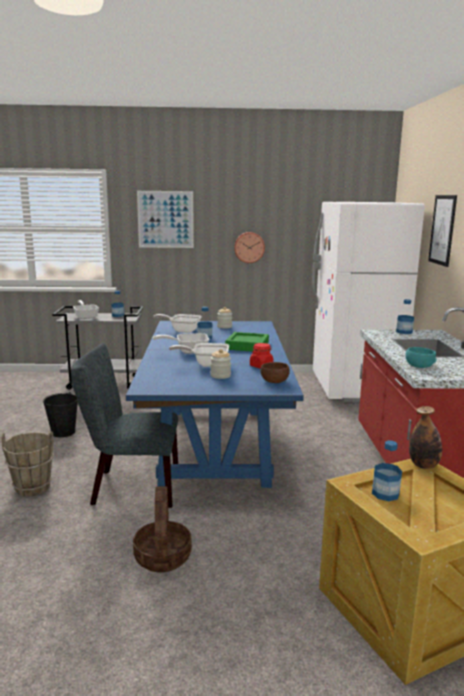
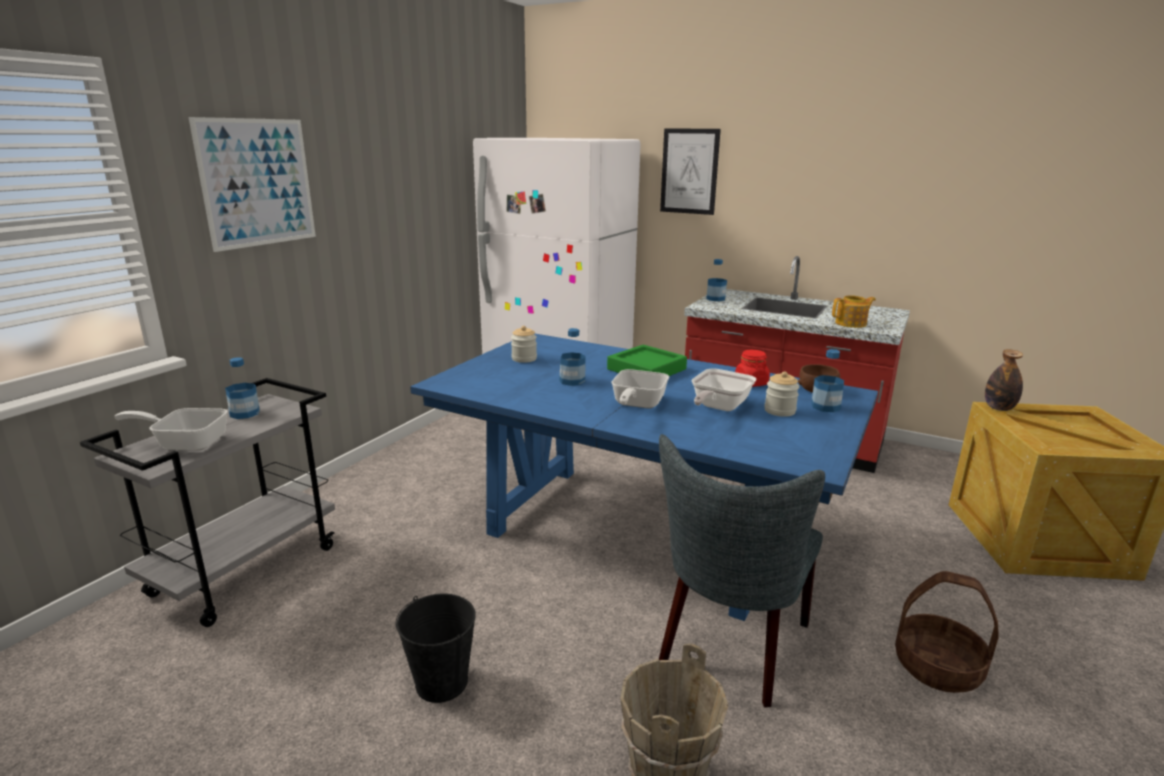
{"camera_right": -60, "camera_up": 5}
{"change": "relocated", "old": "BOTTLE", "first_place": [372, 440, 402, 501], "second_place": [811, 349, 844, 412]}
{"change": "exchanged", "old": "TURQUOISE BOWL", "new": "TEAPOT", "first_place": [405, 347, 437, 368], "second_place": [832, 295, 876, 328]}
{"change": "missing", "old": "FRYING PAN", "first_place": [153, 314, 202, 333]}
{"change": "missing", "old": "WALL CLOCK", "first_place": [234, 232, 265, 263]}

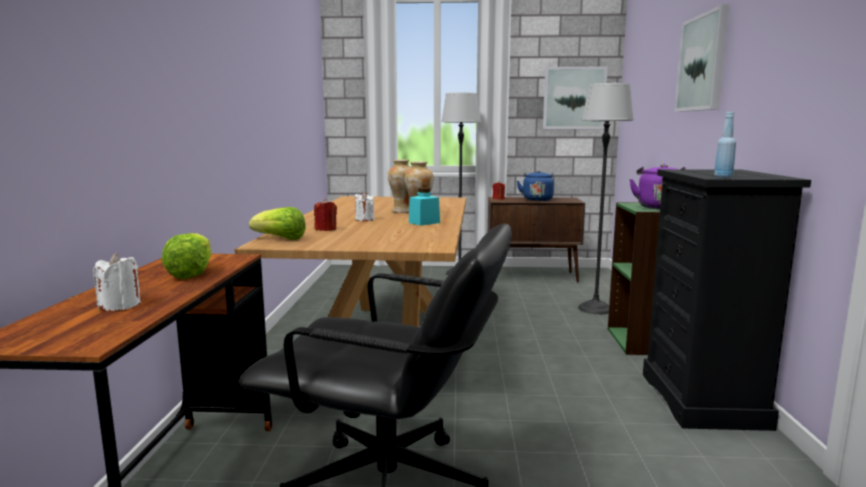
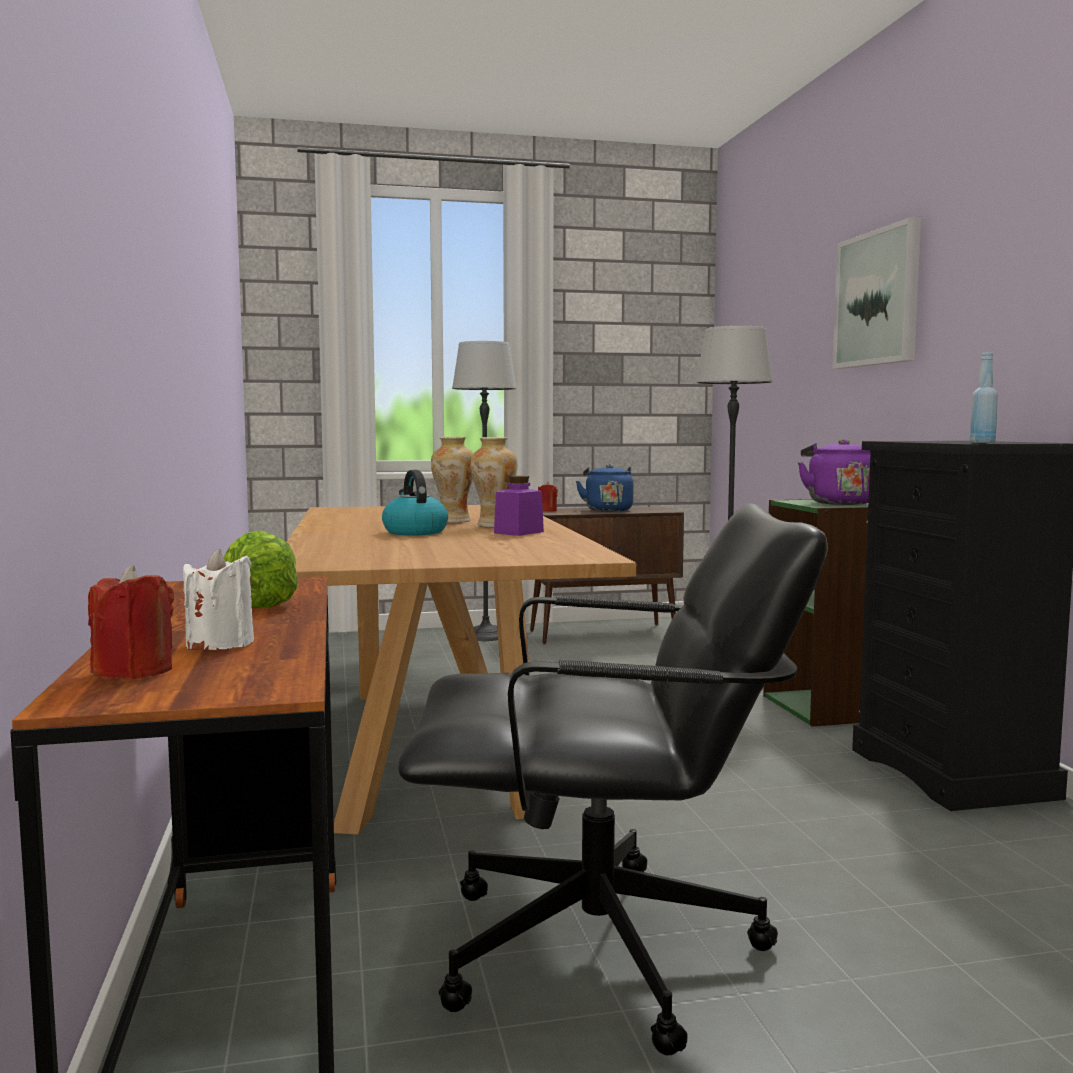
{"camera_right": -15, "camera_up": -5}
{"change": "relocated", "old": "RED CANDLE", "first_place": [314, 199, 337, 231], "second_place": [88, 564, 174, 679]}
{"change": "exchanged", "old": "WHITE CANDLE", "new": "KETTLE", "first_place": [355, 192, 374, 221], "second_place": [382, 470, 448, 535]}
{"change": "colour", "old": "TURQUOISE JAR", "new": "PURPLE JAR", "first_place": [409, 188, 440, 226], "second_place": [494, 476, 544, 536]}
{"change": "missing", "old": "LETTUCE", "first_place": [249, 207, 306, 240]}
{"change": "missing", "old": "PICTURE", "first_place": [543, 67, 608, 129]}

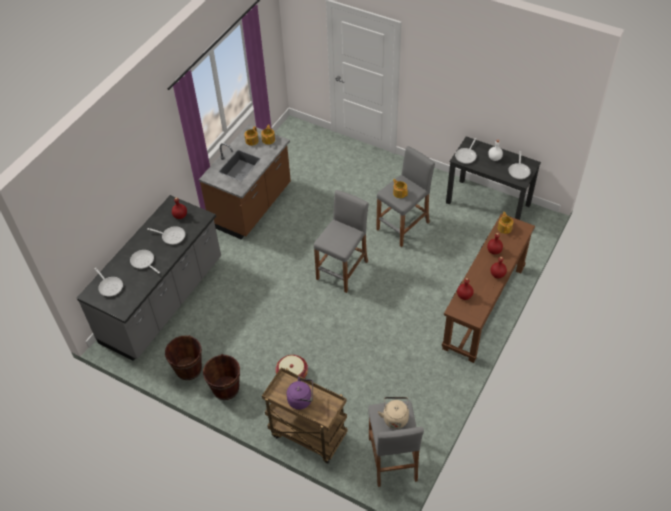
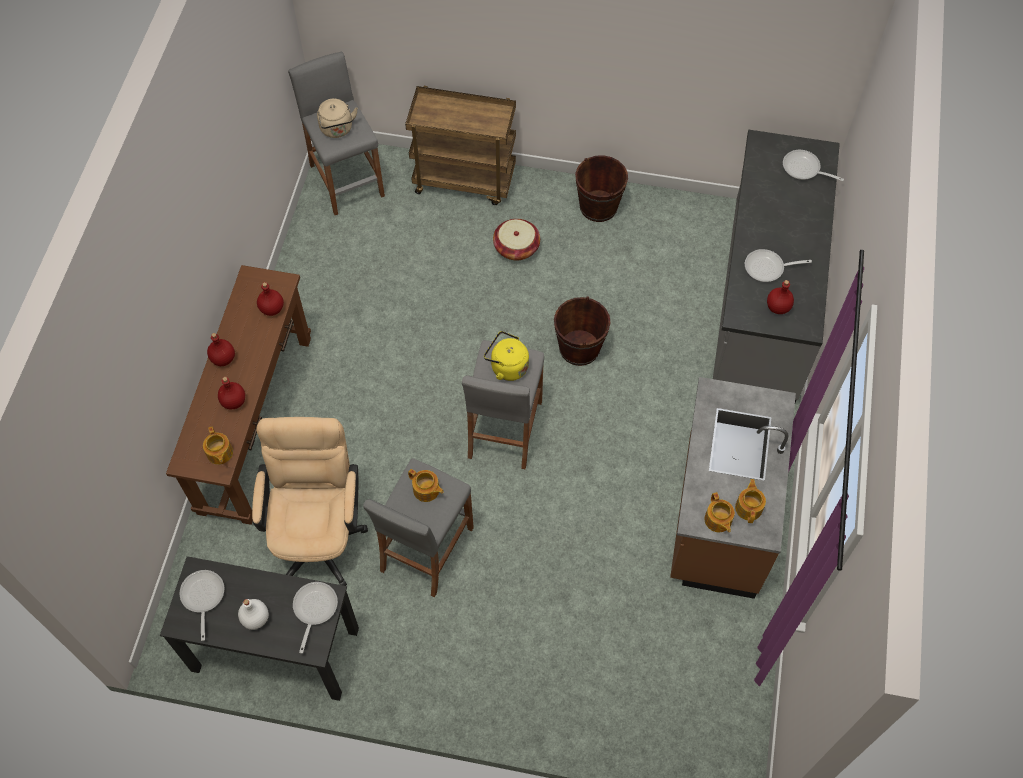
{"camera_right": 160, "camera_up": 10}
{"change": "appeared", "new": "BEIGE OFFICE CHAIR", "second_place": [252, 417, 368, 586]}
{"change": "appeared", "new": "YELLOW KETTLE", "second_place": [484, 331, 529, 381]}
{"change": "relocated", "old": "BROWN BUCKET", "first_place": [165, 335, 202, 380], "second_place": [554, 296, 610, 366]}
{"change": "missing", "old": "FRYING PAN", "first_place": [130, 250, 160, 274]}
{"change": "missing", "old": "PURPLE KETTLE", "first_place": [286, 377, 313, 410]}

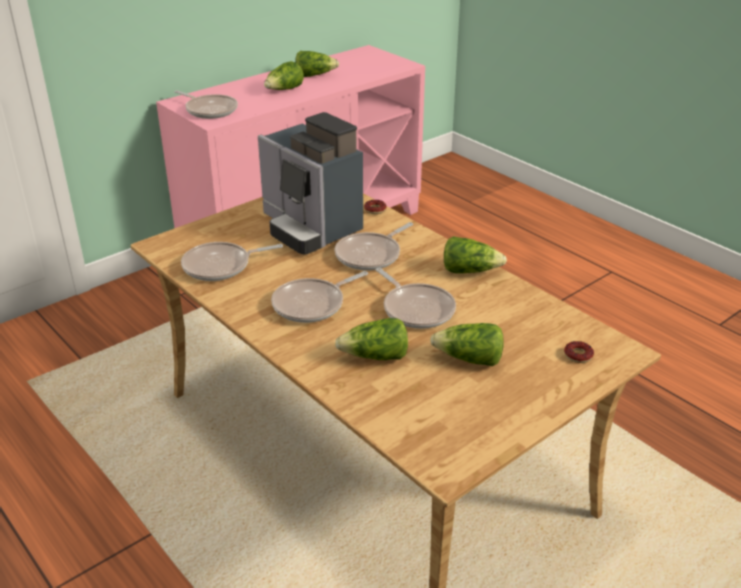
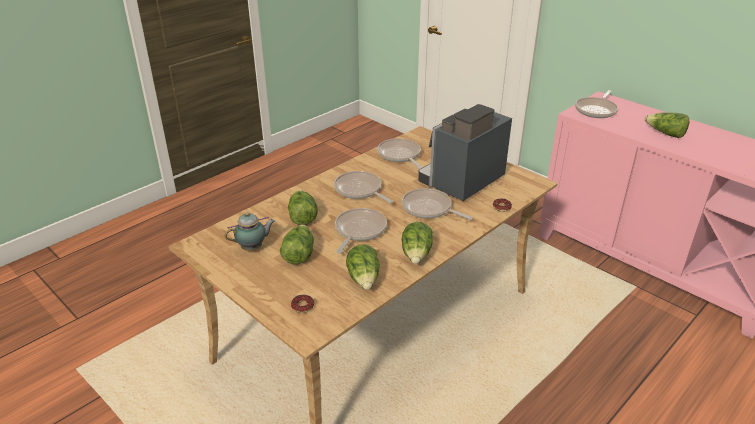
{"camera_right": 85, "camera_up": 0}
{"change": "appeared", "new": "TEAPOT", "second_place": [225, 212, 275, 251]}
{"change": "spun", "old": "FRYING PAN", "first_place": [376, 268, 456, 329], "second_place": [335, 208, 387, 254], "degrees": 150}
{"change": "relocated", "old": "LETTUCE", "first_place": [295, 51, 339, 77], "second_place": [346, 244, 380, 290]}

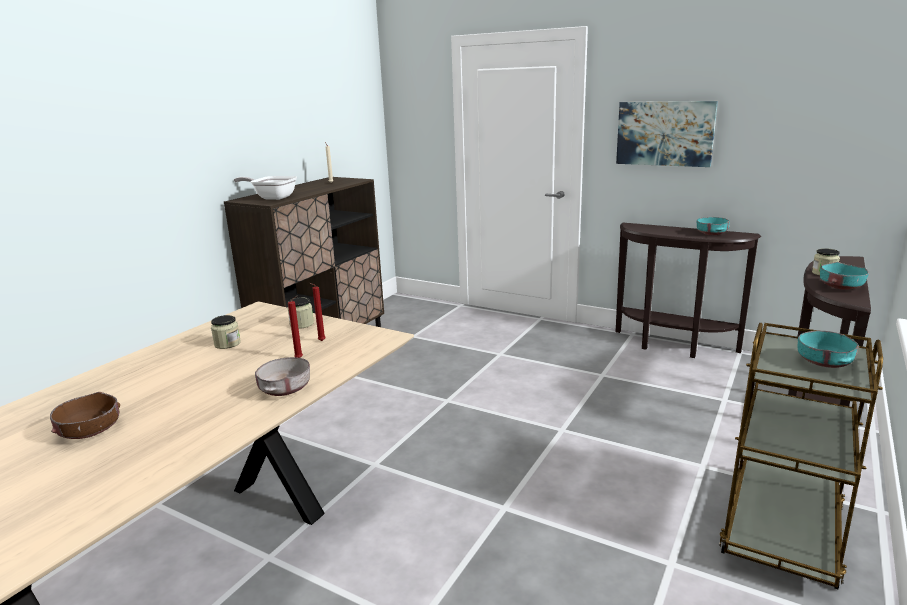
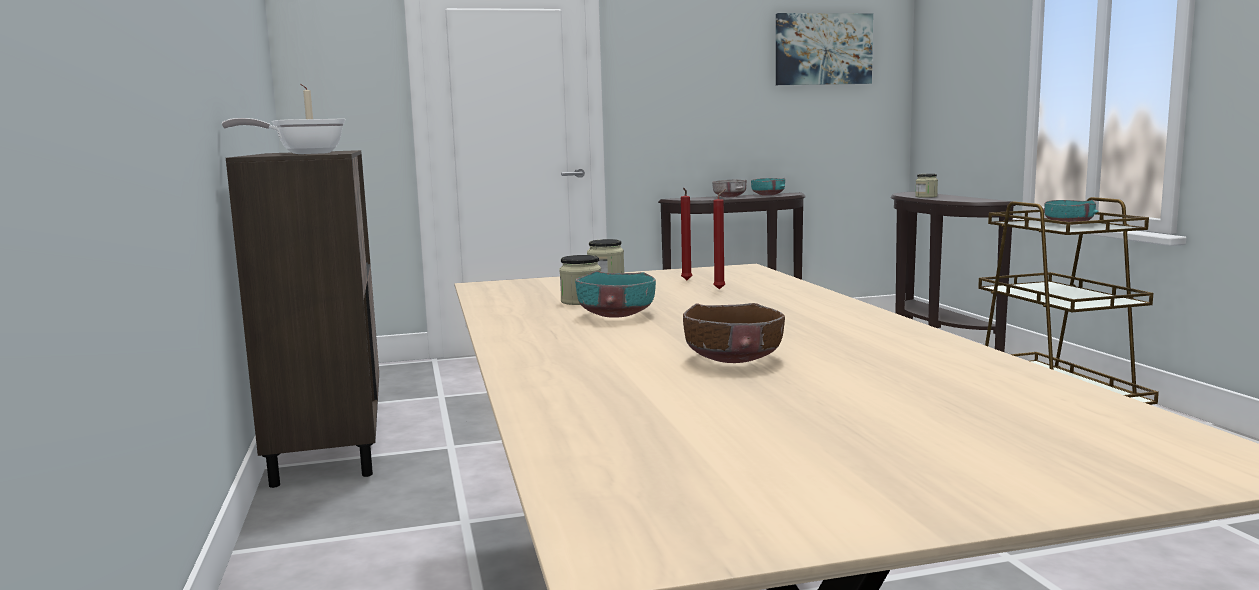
{"camera_right": -45, "camera_up": -10}
{"change": "relocated", "old": "TURQUOISE BOWL", "first_place": [820, 262, 869, 290], "second_place": [575, 271, 656, 318]}
{"change": "relocated", "old": "GREY BOWL", "first_place": [255, 357, 310, 396], "second_place": [712, 180, 747, 197]}
{"change": "relocated", "old": "PICTURE", "first_place": [616, 101, 718, 167], "second_place": [776, 13, 873, 85]}

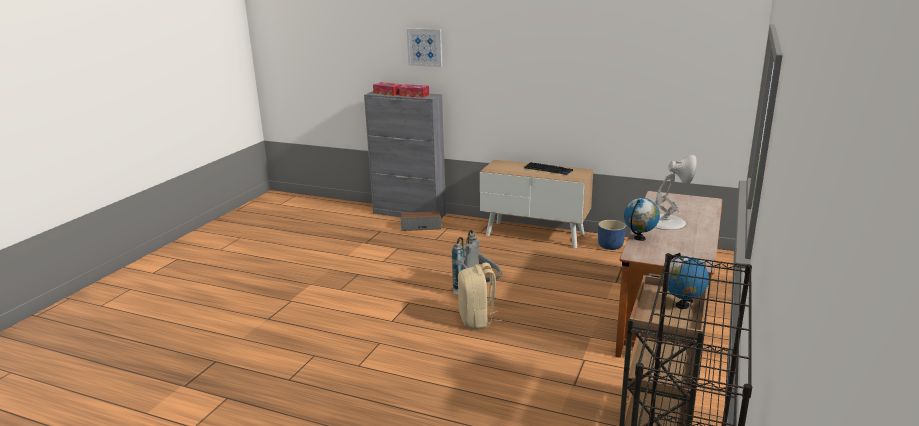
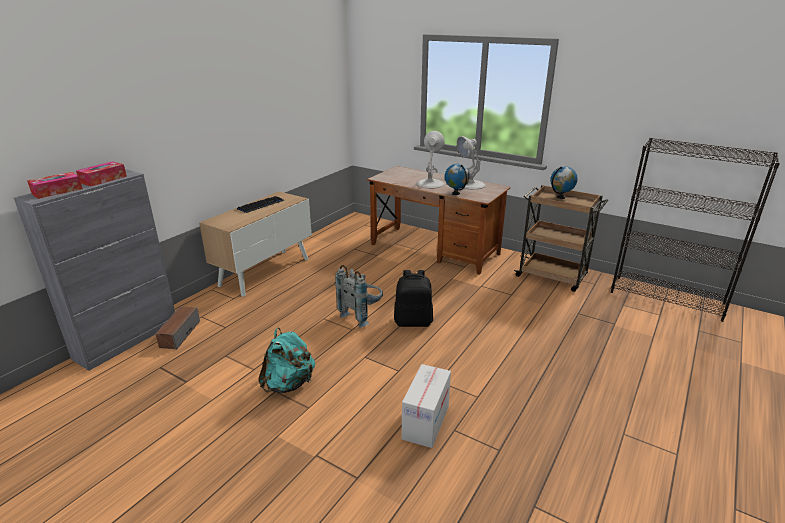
{"camera_right": -80, "camera_up": 5}
{"change": "appeared", "new": "TURQUOISE BACKPACK", "second_place": [258, 328, 315, 393]}
{"change": "colour", "old": "BEIGE BACKPACK", "new": "BLACK BACKPACK", "first_place": [458, 263, 503, 329], "second_place": [394, 270, 433, 327]}
{"change": "appeared", "new": "CARDBOARD BOX", "second_place": [402, 364, 451, 448]}
{"change": "appeared", "new": "WHITE TABLE LAMP", "second_place": [457, 136, 486, 189]}
{"change": "missing", "old": "PICTURE", "first_place": [407, 28, 442, 67]}
{"change": "missing", "old": "BLUE PLANTER", "first_place": [598, 220, 626, 250]}

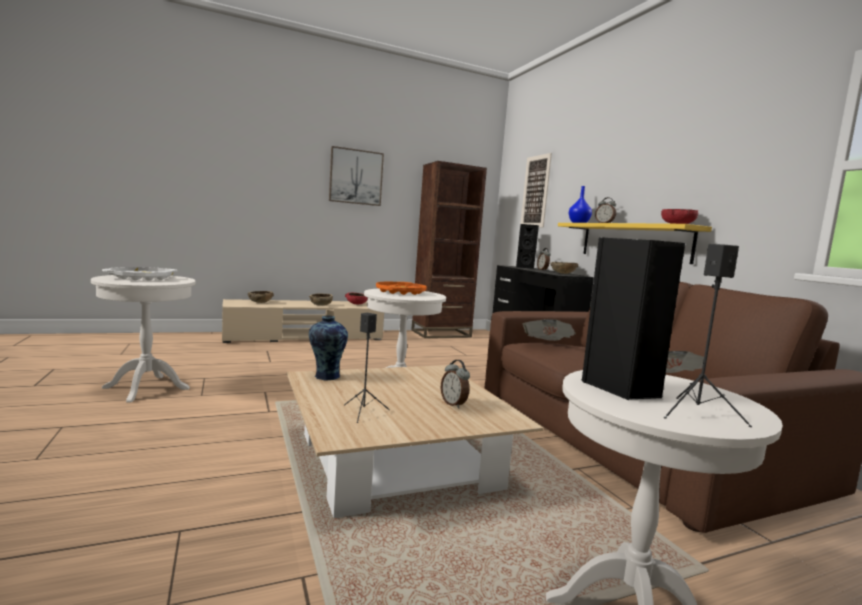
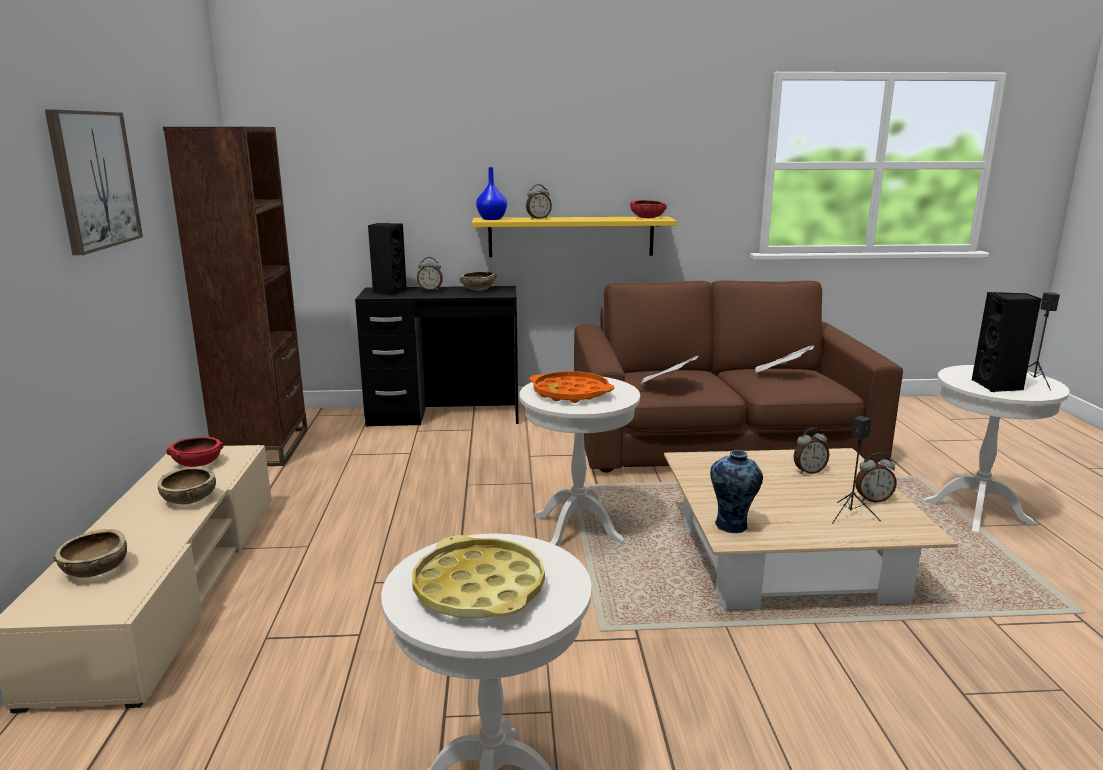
{"camera_right": -70, "camera_up": 10}
{"change": "colour", "old": "WHITE TRAY", "new": "YELLOW TRAY", "first_place": [102, 267, 178, 281], "second_place": [412, 535, 545, 618]}
{"change": "appeared", "new": "ALARM CLOCK", "second_place": [855, 453, 897, 503]}
{"change": "missing", "old": "PICTURE", "first_place": [521, 153, 552, 227]}

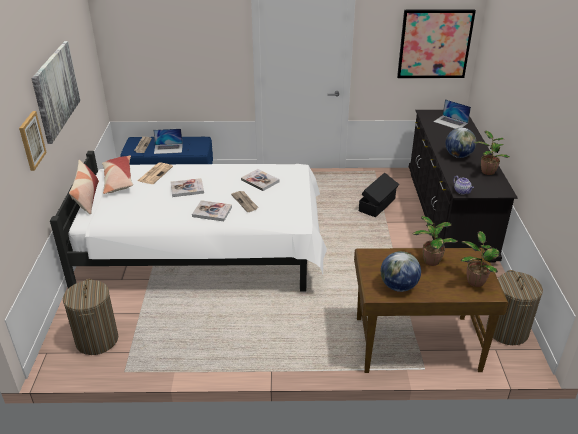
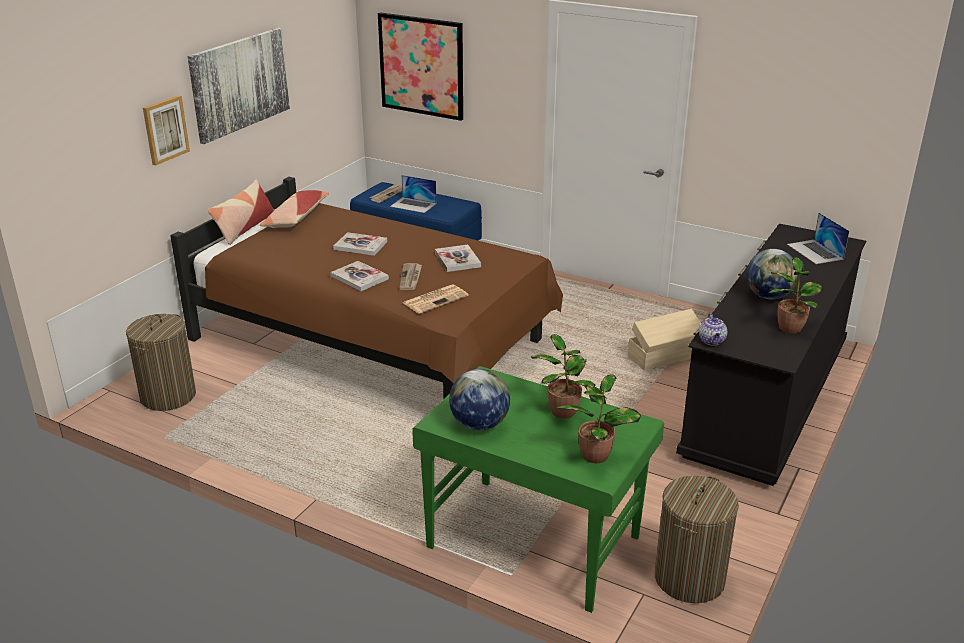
{"camera_right": 30, "camera_up": -5}
{"change": "colour", "old": "WHITE BED", "new": "BROWN BED", "first_place": [50, 151, 327, 291], "second_place": [170, 177, 563, 399]}
{"change": "relocated", "old": "PICTURE", "first_place": [397, 9, 476, 78], "second_place": [378, 12, 463, 121]}
{"change": "relocated", "old": "NEWSPAPER", "first_place": [138, 162, 173, 184], "second_place": [403, 285, 469, 314]}
{"change": "colour", "old": "BROWN DESK", "new": "GREEN DESK", "first_place": [354, 248, 508, 373], "second_place": [412, 366, 664, 613]}
{"change": "colour", "old": "BLACK STORAGE BOX", "new": "BEIGE STORAGE BOX", "first_place": [359, 173, 399, 217], "second_place": [628, 309, 701, 371]}

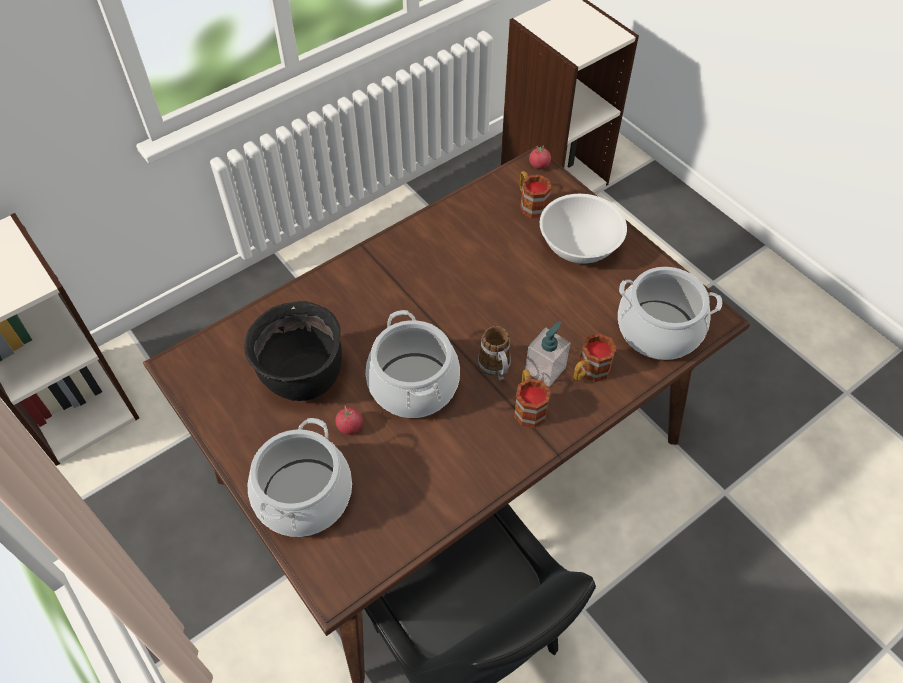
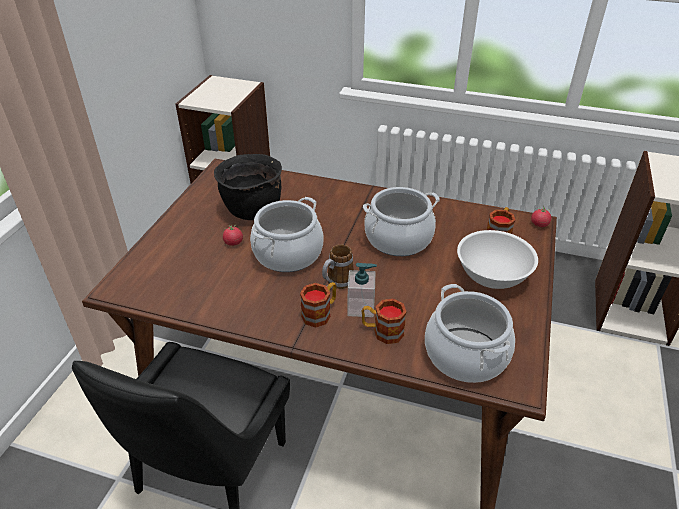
{"camera_right": 55, "camera_up": -15}
{"change": "relocated", "old": "COOKING POT", "first_place": [248, 418, 352, 537], "second_place": [363, 187, 440, 256]}

